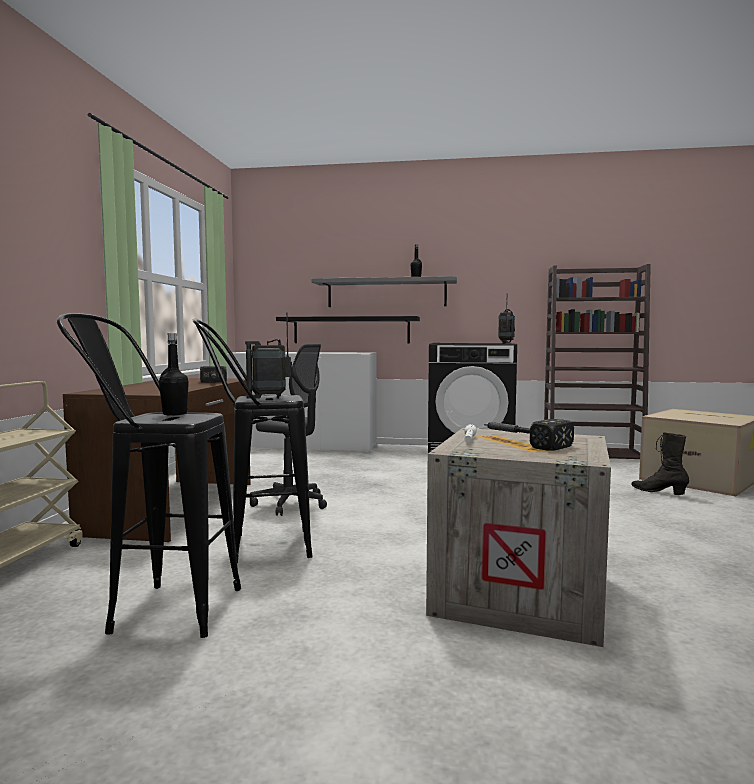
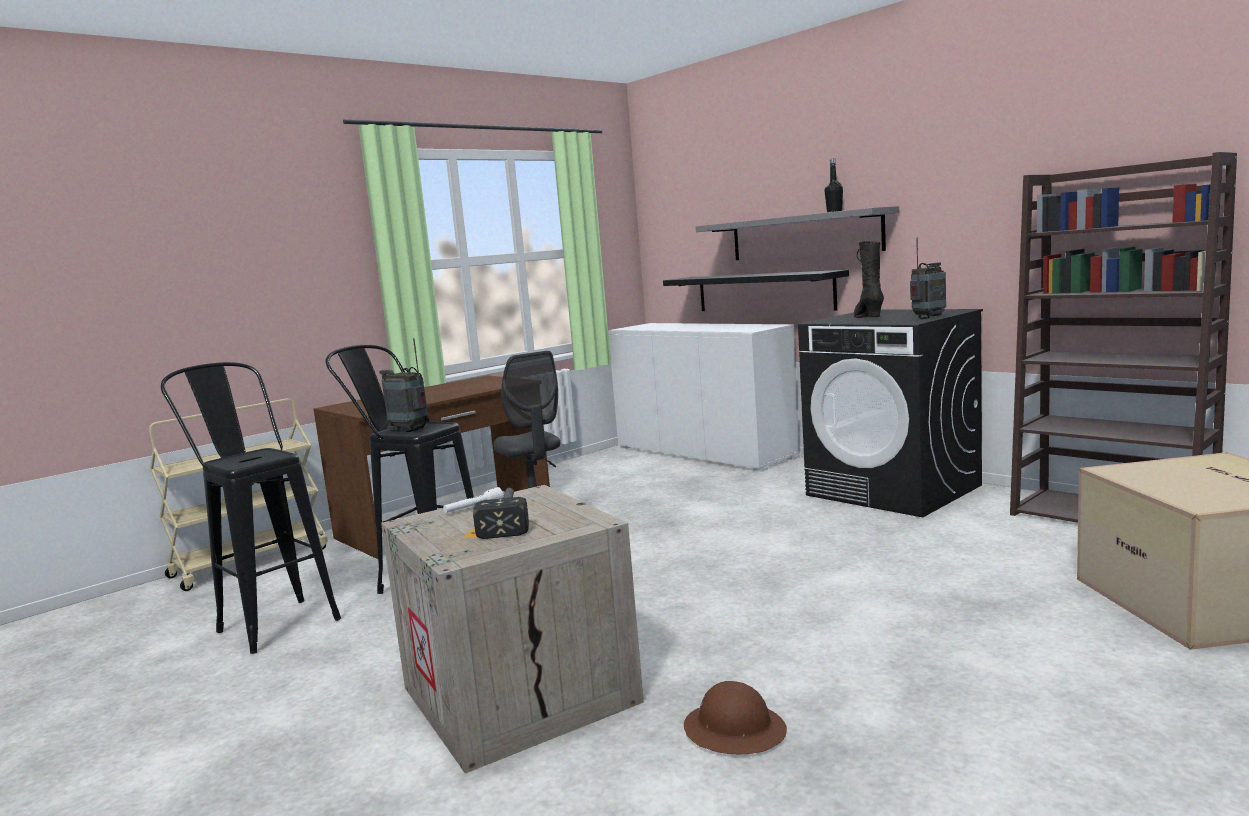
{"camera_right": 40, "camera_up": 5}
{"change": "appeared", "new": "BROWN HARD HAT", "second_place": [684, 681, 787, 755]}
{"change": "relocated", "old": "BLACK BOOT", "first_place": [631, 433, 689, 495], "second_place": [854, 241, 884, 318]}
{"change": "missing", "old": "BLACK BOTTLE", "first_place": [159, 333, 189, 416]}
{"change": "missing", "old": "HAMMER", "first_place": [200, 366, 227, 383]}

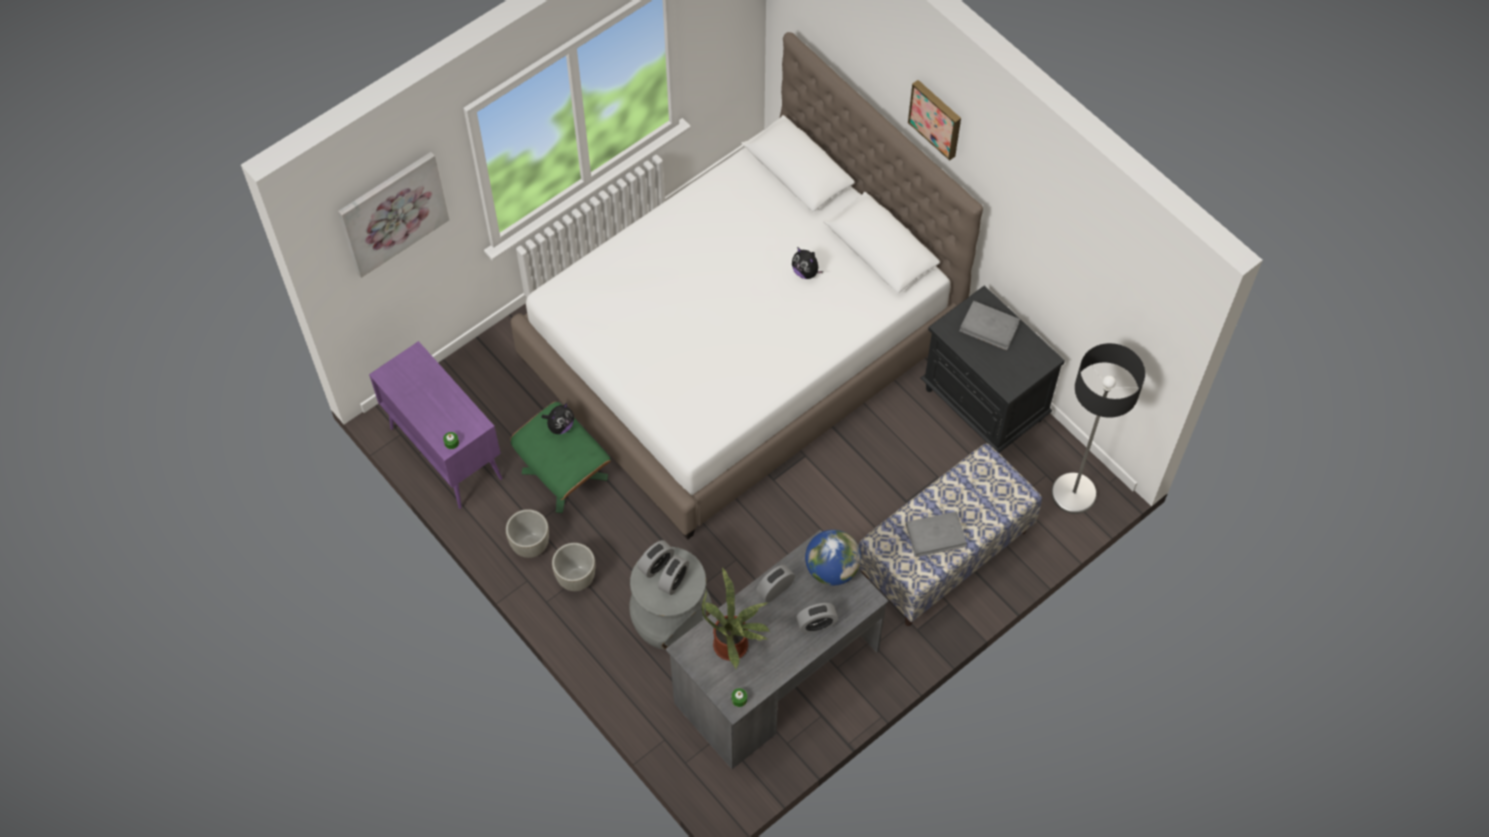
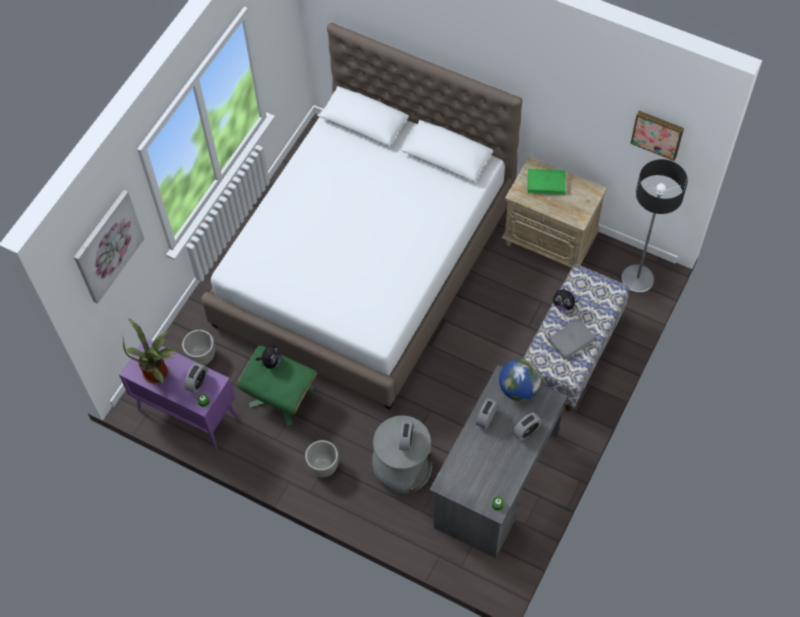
{"camera_right": -20, "camera_up": 0}
{"change": "relocated", "old": "POTTED PLANT", "first_place": [702, 566, 770, 669], "second_place": [123, 318, 178, 383]}
{"change": "relocated", "old": "GREY PLANTER", "first_place": [506, 509, 549, 558], "second_place": [182, 330, 215, 365]}
{"change": "relocated", "old": "ALARM CLOCK", "first_place": [637, 540, 674, 578], "second_place": [184, 363, 207, 393]}
{"change": "colour", "old": "BLACK NIGHTSTAND", "new": "BEIGE NIGHTSTAND", "first_place": [921, 286, 1065, 453], "second_place": [502, 156, 607, 271]}
{"change": "colour", "old": "GREY BOOK", "new": "GREEN BOOK", "first_place": [960, 301, 1020, 351], "second_place": [527, 169, 566, 195]}
{"change": "relocated", "old": "PLUSH TOY", "first_place": [792, 247, 823, 279], "second_place": [553, 289, 578, 311]}
{"change": "relocated", "old": "PICTURE", "first_place": [908, 80, 961, 161], "second_place": [630, 111, 684, 161]}

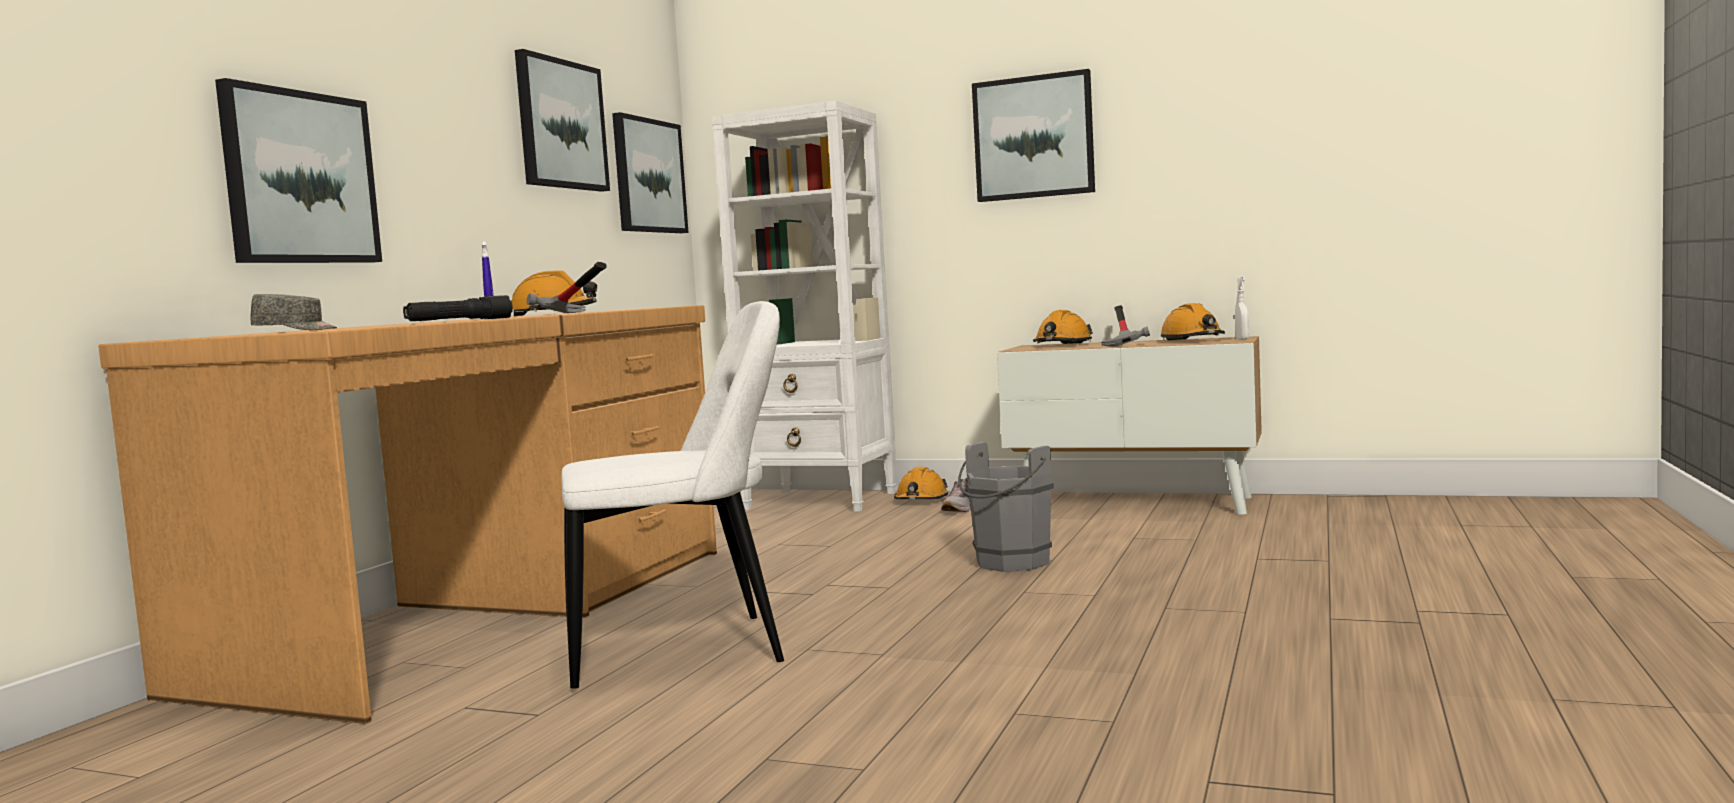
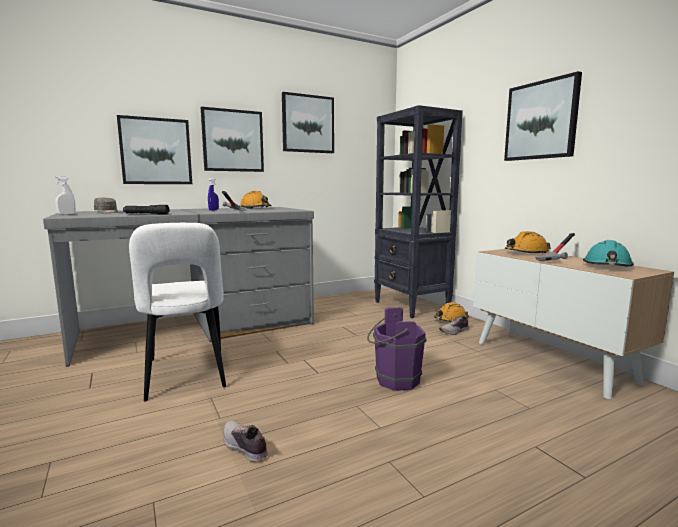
{"camera_right": 40, "camera_up": 5}
{"change": "colour", "old": "BROWN DESK", "new": "GREY DESK", "first_place": [98, 305, 717, 724], "second_place": [43, 207, 314, 367]}
{"change": "relocated", "old": "WHITE SPRAY BOTTLE", "first_place": [1235, 276, 1249, 340], "second_place": [55, 176, 76, 215]}
{"change": "spun", "old": "WHITE CHAIR", "first_place": [561, 301, 784, 689], "second_place": [129, 223, 226, 401], "degrees": 45}
{"change": "relocated", "old": "PICTURE", "first_place": [612, 112, 689, 233], "second_place": [201, 107, 264, 172]}
{"change": "appeared", "new": "SHOE", "second_place": [223, 421, 268, 462]}
{"change": "colour", "old": "GREY BUCKET", "new": "PURPLE BUCKET", "first_place": [958, 442, 1054, 572], "second_place": [367, 307, 426, 391]}
{"change": "colour", "old": "WHITE BOOKCASE", "new": "BLACK BOOKCASE", "first_place": [712, 101, 896, 512], "second_place": [374, 105, 463, 318]}
{"change": "colour", "old": "ORANGE HARD HAT", "new": "TURQUOISE HARD HAT", "first_place": [1160, 303, 1225, 340], "second_place": [583, 240, 634, 266]}

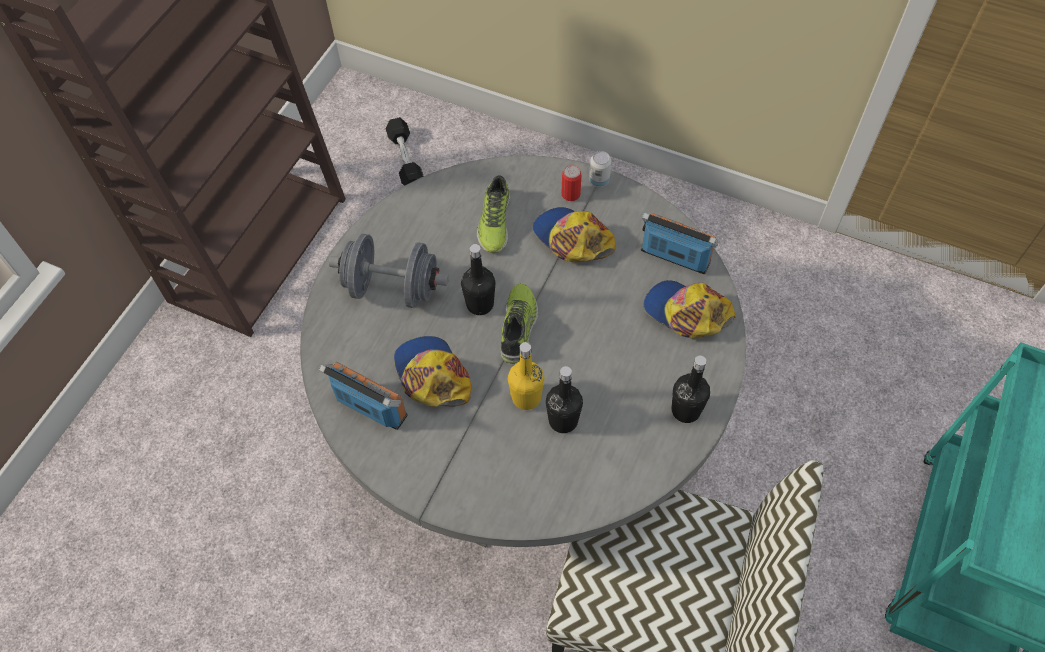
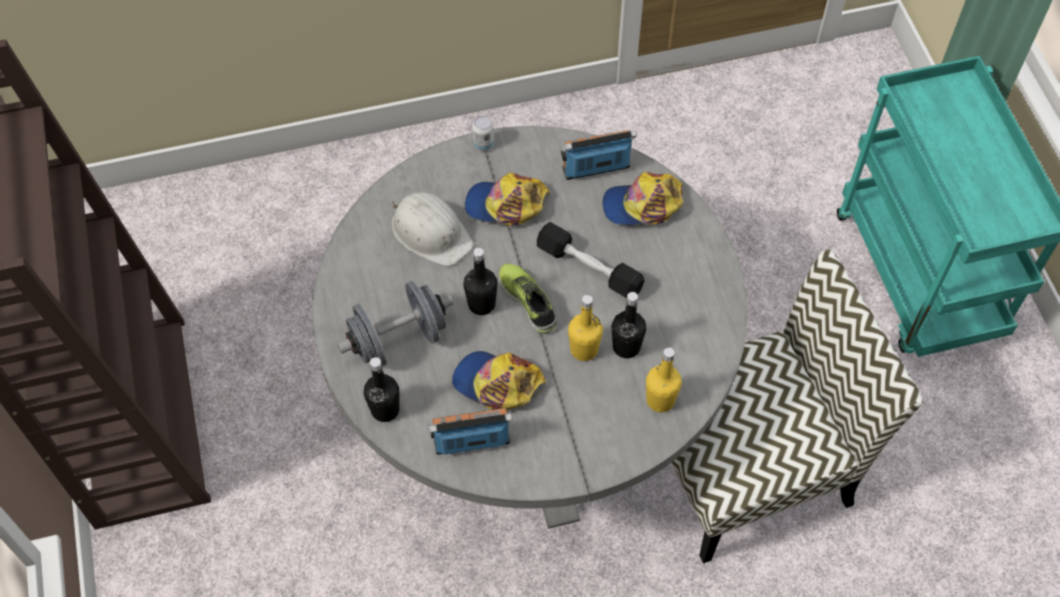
{"camera_right": -40, "camera_up": 0}
{"change": "relocated", "old": "BLACK BOTTLE", "first_place": [672, 356, 710, 423], "second_place": [364, 357, 400, 422]}
{"change": "exchanged", "old": "SHOE", "new": "WHITE HARD HAT", "first_place": [477, 175, 510, 253], "second_place": [391, 192, 473, 266]}
{"change": "relocated", "old": "BLACK DUMBBELL", "first_place": [385, 117, 424, 186], "second_place": [537, 222, 645, 298]}
{"change": "appeared", "new": "YELLOW BOTTLE", "second_place": [646, 347, 682, 412]}
{"change": "missing", "old": "CAN", "first_place": [561, 165, 582, 201]}

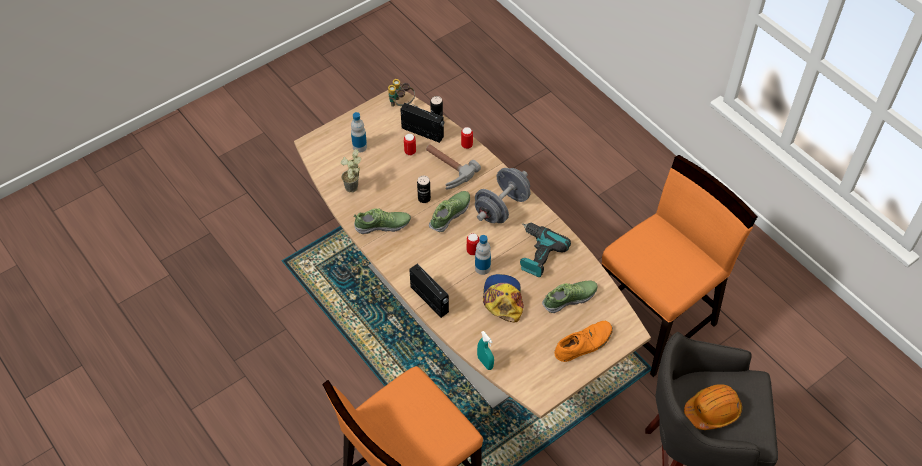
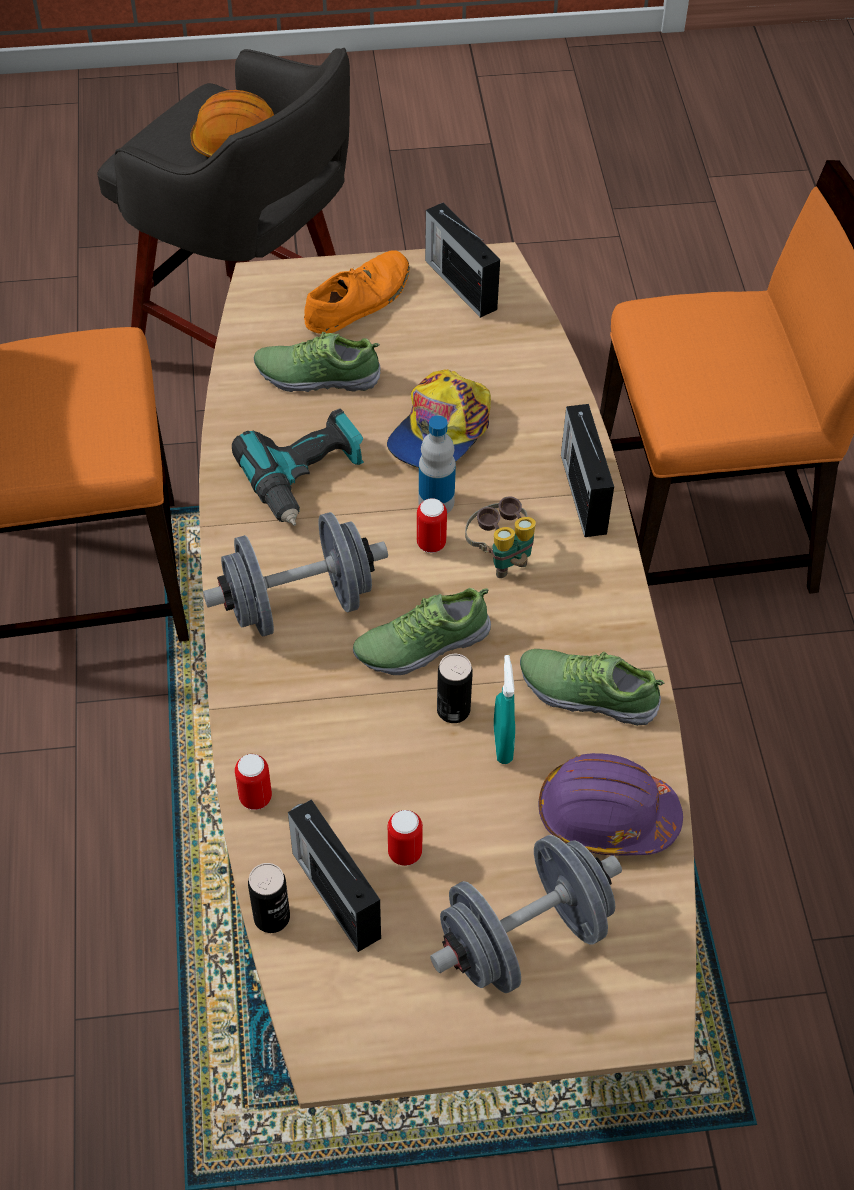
{"camera_right": -150, "camera_up": 0}
{"change": "spun", "old": "ORANGE SHOE", "first_place": [555, 321, 613, 362], "second_place": [304, 251, 410, 334], "degrees": 135}
{"change": "appeared", "new": "RADIO", "second_place": [425, 203, 500, 318]}
{"change": "exchanged", "old": "BOTTLE", "new": "GREY DUMBBELL", "first_place": [351, 112, 367, 153], "second_place": [430, 835, 622, 993]}
{"change": "relocated", "old": "BINOCULARS", "first_place": [388, 79, 415, 107], "second_place": [465, 497, 536, 578]}
{"change": "relocated", "old": "TURQUOISE SPRAY BOTTLE", "first_place": [477, 331, 494, 370], "second_place": [494, 655, 515, 764]}
{"change": "exchanged", "old": "POTTED PLANT", "new": "PURPLE HARD HAT", "first_place": [340, 149, 361, 192], "second_place": [539, 753, 683, 856]}
{"change": "missing", "old": "HAMMER", "first_place": [426, 144, 481, 190]}

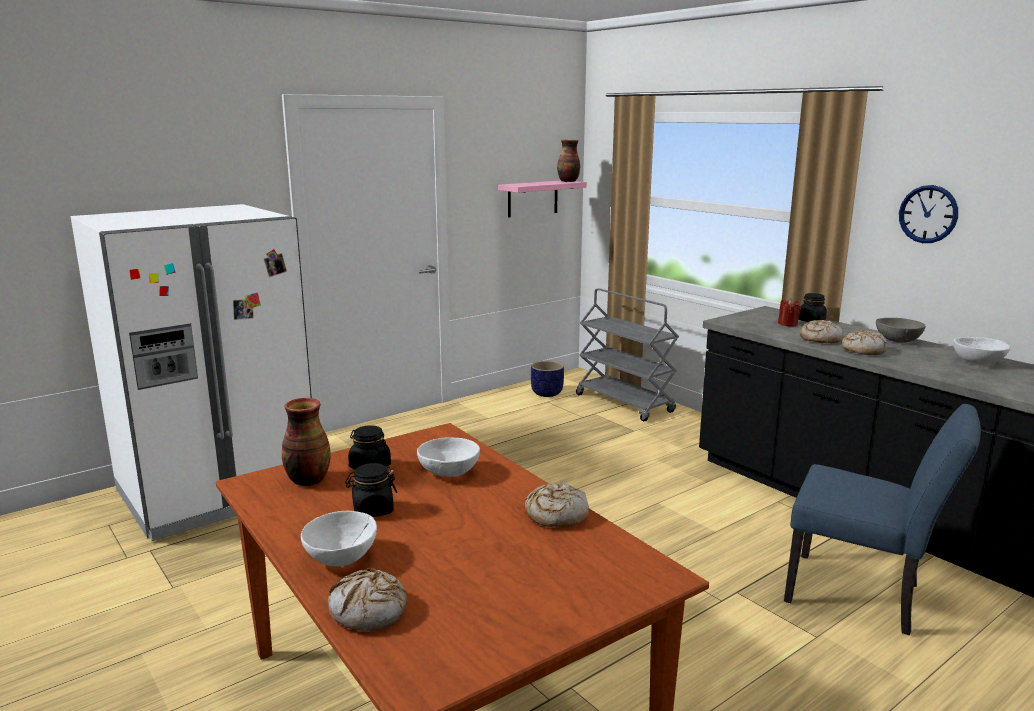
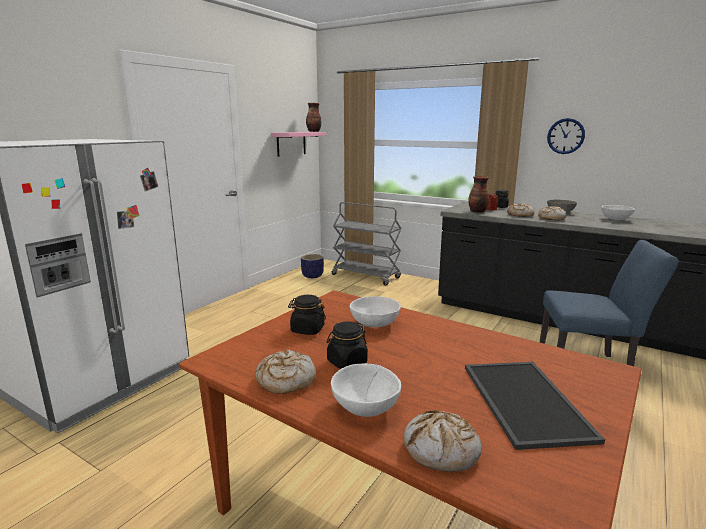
{"camera_right": -20, "camera_up": 0}
{"change": "relocated", "old": "BREAD", "first_place": [525, 482, 589, 527], "second_place": [255, 349, 316, 394]}
{"change": "appeared", "new": "TRAY", "second_place": [465, 362, 605, 450]}
{"change": "relocated", "old": "VASE", "first_place": [282, 398, 331, 486], "second_place": [468, 176, 489, 213]}

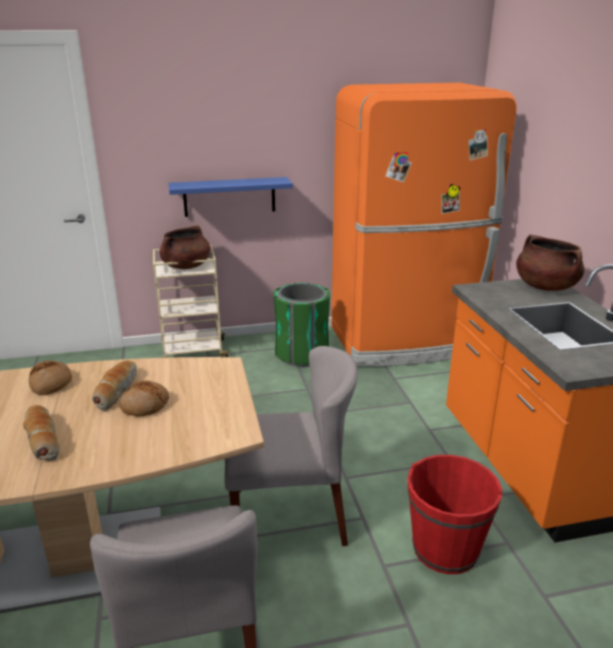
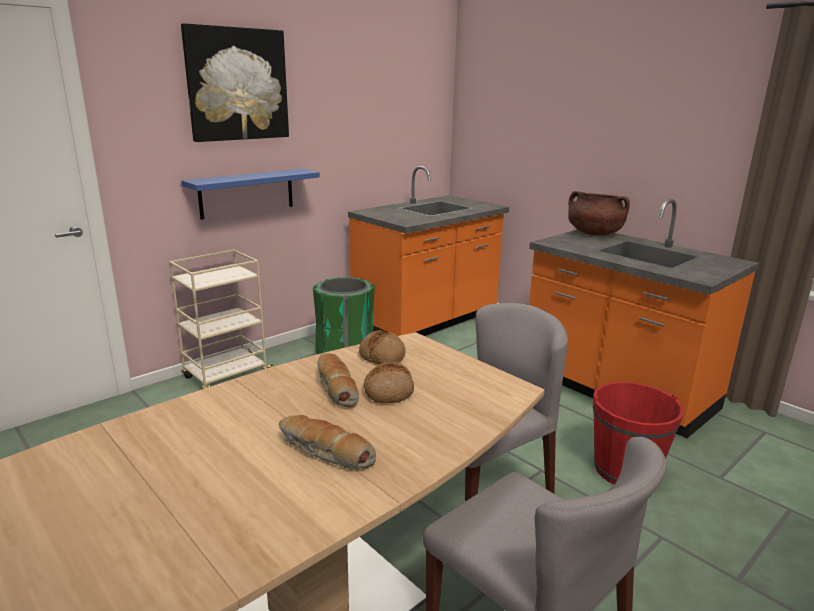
{"camera_right": -30, "camera_up": -5}
{"change": "appeared", "new": "PICTURE", "second_place": [181, 23, 289, 142]}
{"change": "exchanged", "old": "ORANGE FRIDGE", "new": "ORANGE COUNTER", "first_place": [331, 83, 517, 367], "second_place": [348, 166, 509, 336]}
{"change": "relocated", "old": "BREAD", "first_place": [29, 361, 72, 395], "second_place": [359, 330, 405, 364]}
{"change": "missing", "old": "BROWN COOKING POT", "first_place": [160, 226, 210, 269]}

